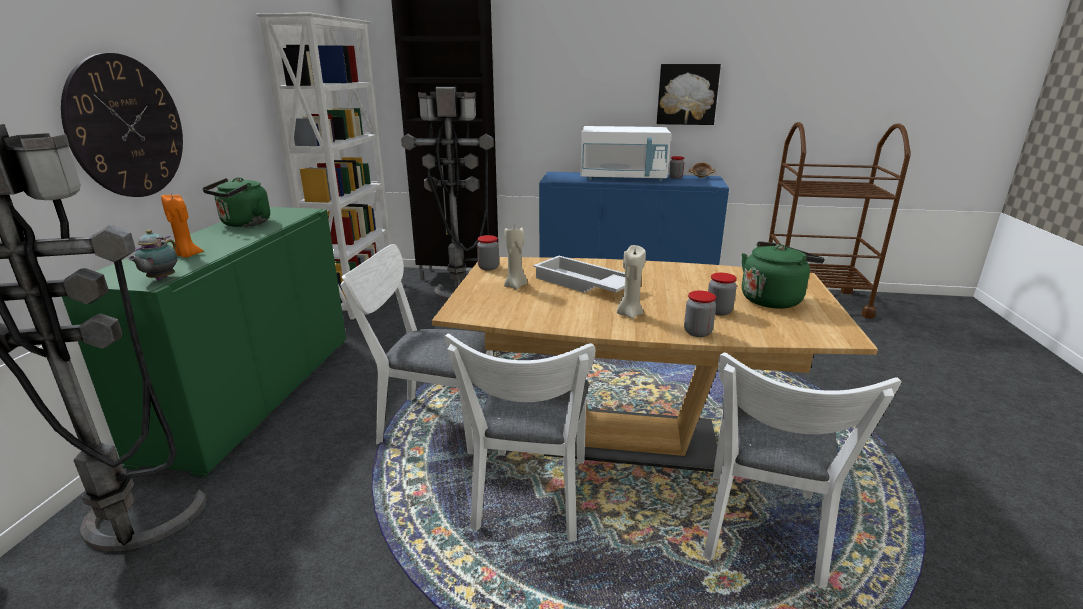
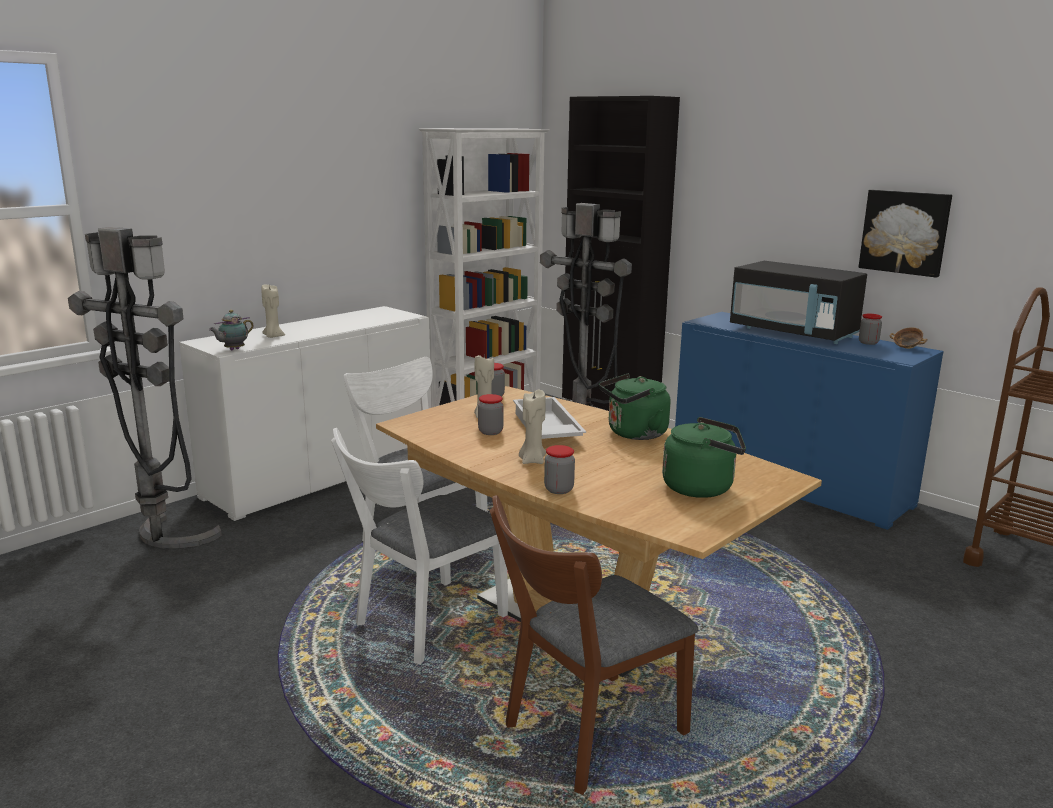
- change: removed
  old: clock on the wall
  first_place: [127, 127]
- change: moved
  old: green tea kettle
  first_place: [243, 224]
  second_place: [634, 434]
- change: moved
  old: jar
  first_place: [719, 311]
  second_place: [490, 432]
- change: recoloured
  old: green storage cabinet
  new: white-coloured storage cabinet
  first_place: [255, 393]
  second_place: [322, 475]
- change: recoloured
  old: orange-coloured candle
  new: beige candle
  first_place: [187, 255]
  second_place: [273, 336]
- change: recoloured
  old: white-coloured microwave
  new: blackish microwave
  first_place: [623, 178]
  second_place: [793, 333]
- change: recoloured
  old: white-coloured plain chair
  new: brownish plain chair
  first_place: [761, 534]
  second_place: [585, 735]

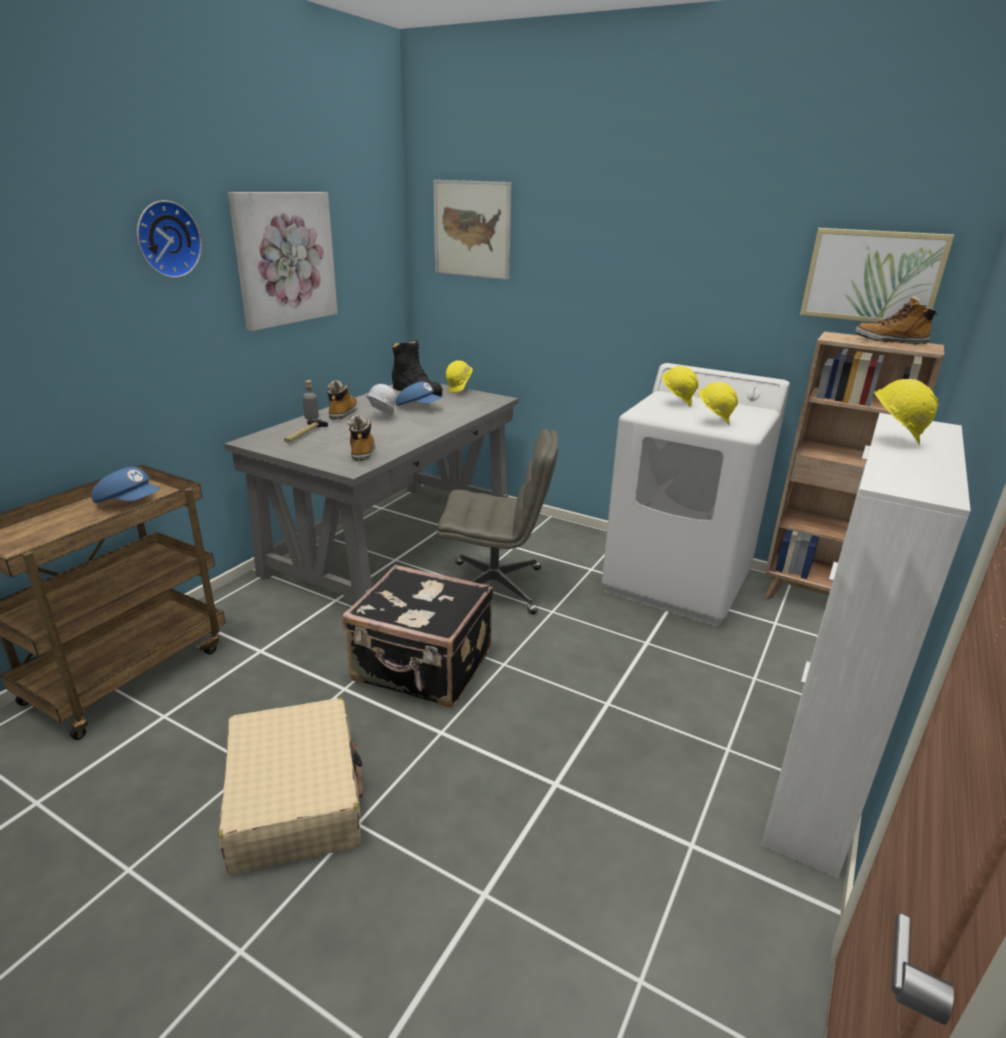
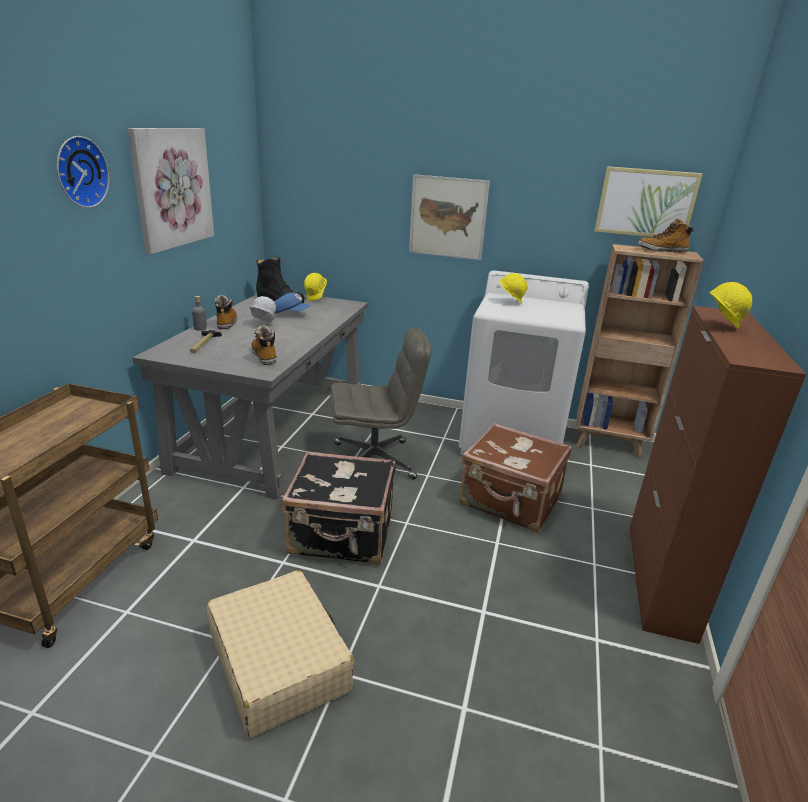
- change: removed
  old: blue peaked cap
  first_place: [129, 502]
- change: removed
  old: yellow work helmet
  first_place: [713, 422]
- change: added
  new: brownish piece of luggage
  second_place: [510, 502]
- change: moved
  old: picture
  first_place: [472, 229]
  second_place: [448, 217]
- change: recoloured
  old: white-coloured storage cabinet
  new: brownish storage cabinet
  first_place: [814, 783]
  second_place: [659, 579]

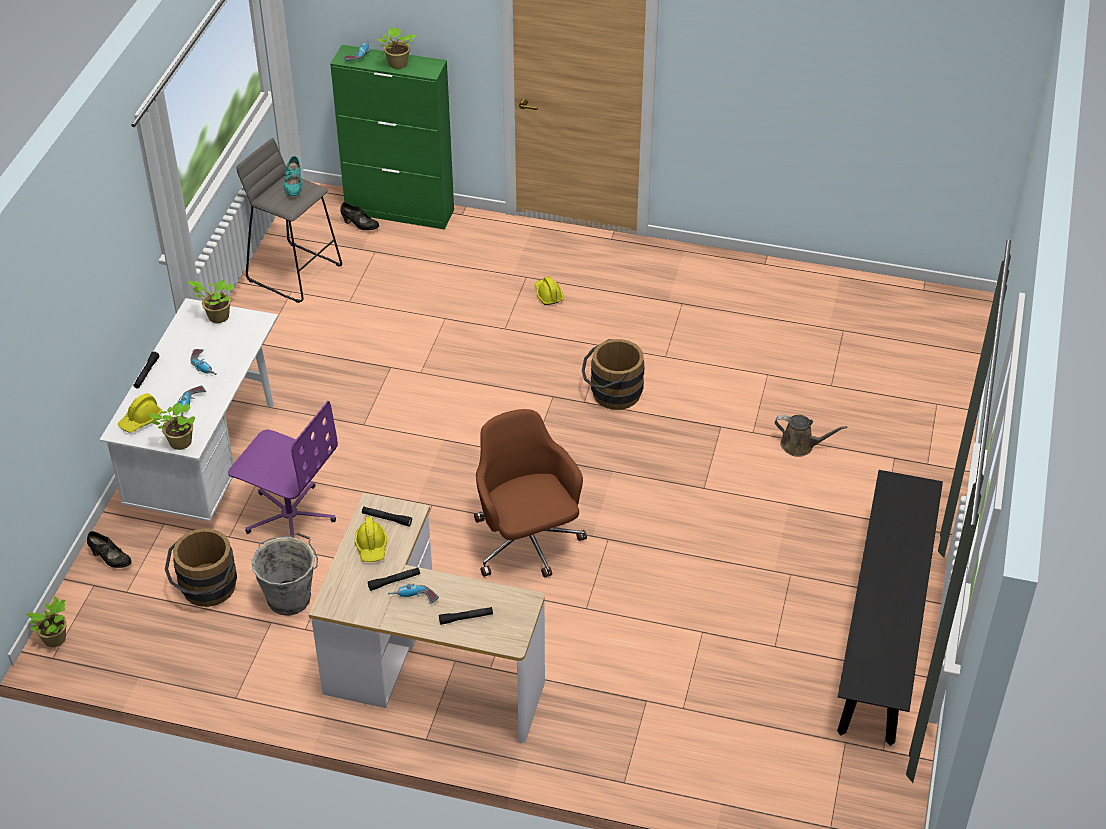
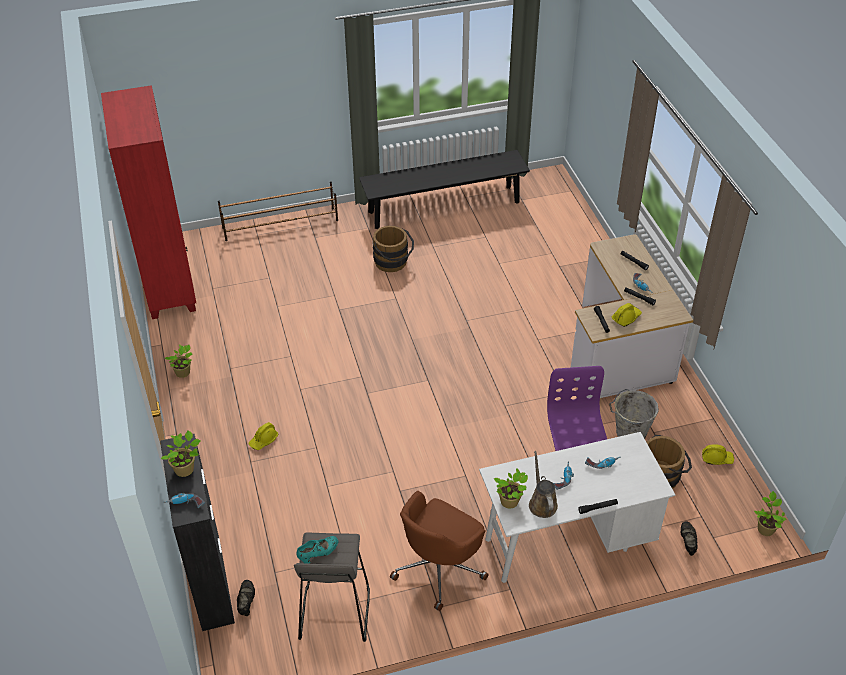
- change: added
  new: reddish bookshelf
  second_place: [170, 285]
- change: added
  new: brownish shoe rack
  second_place: [281, 224]
- change: moved
  old: yellow work helmet
  first_place: [140, 420]
  second_place: [716, 458]
- change: moved
  old: plant in a pot
  first_place: [179, 443]
  second_place: [184, 373]
- change: moved
  old: brownish computer chair
  first_place: [527, 543]
  second_place: [439, 568]
- change: moved
  old: brownish pail
  first_place: [611, 393]
  second_place: [393, 263]
- change: moved
  old: brownish watering can
  first_place: [800, 445]
  second_place: [542, 503]
- change: recoloured
  old: green storage cabinet
  new: blackish storage cabinet
  first_place: [400, 211]
  second_place: [211, 583]

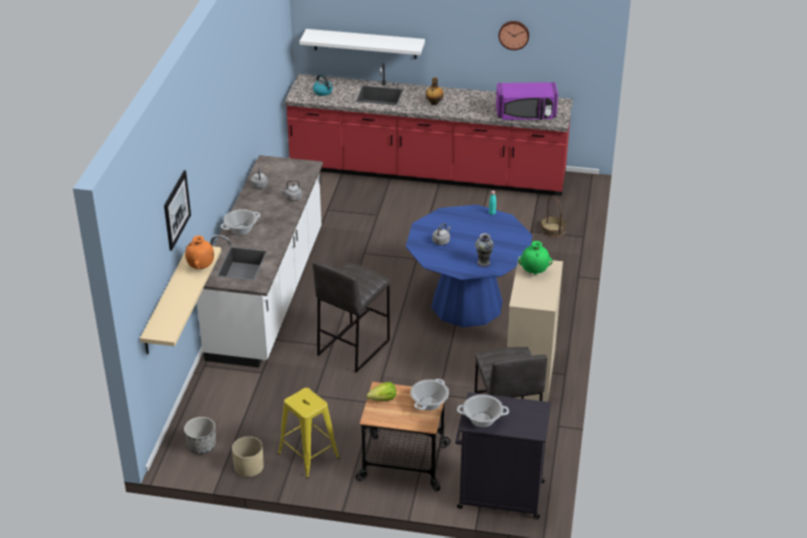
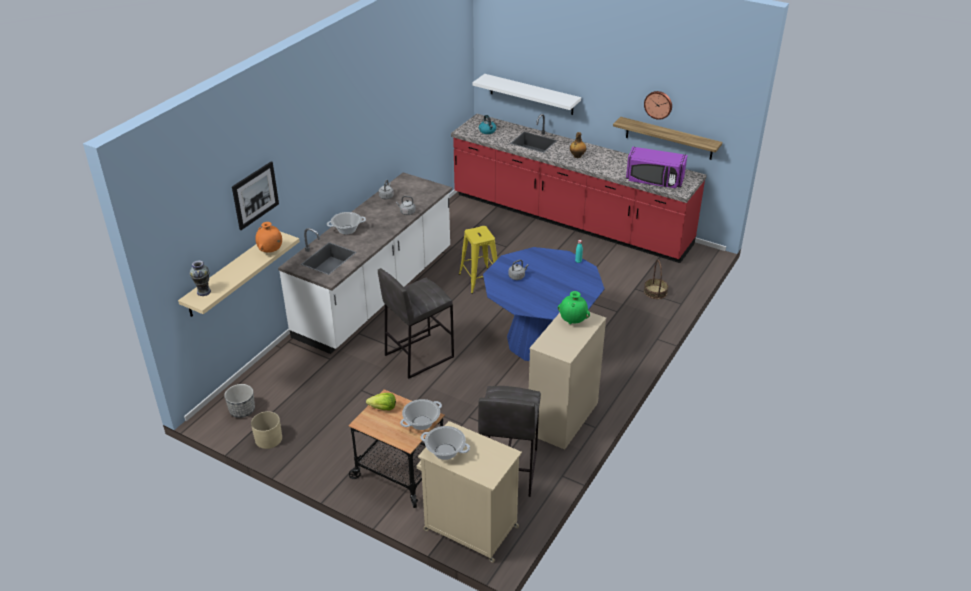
- change: added
  new: bracket shelf
  second_place: [669, 138]
- change: moved
  old: yellow stool seat
  first_place: [308, 455]
  second_place: [479, 280]
- change: moved
  old: decorative vase
  first_place: [483, 263]
  second_place: [204, 291]
- change: recoloured
  old: blackish storage cabinet
  new: beige storage cabinet
  first_place: [498, 495]
  second_place: [469, 528]

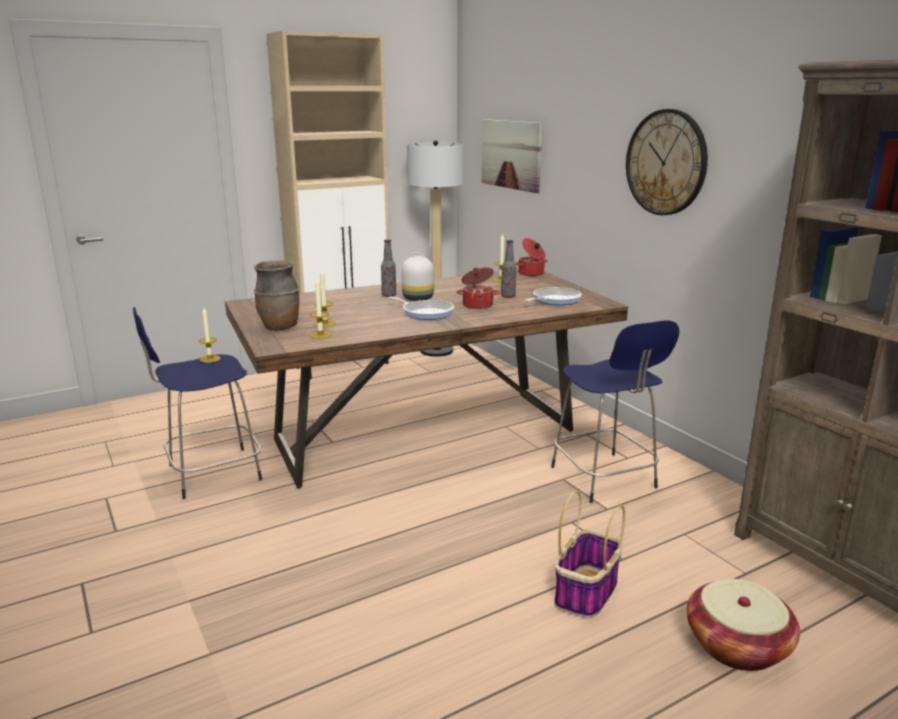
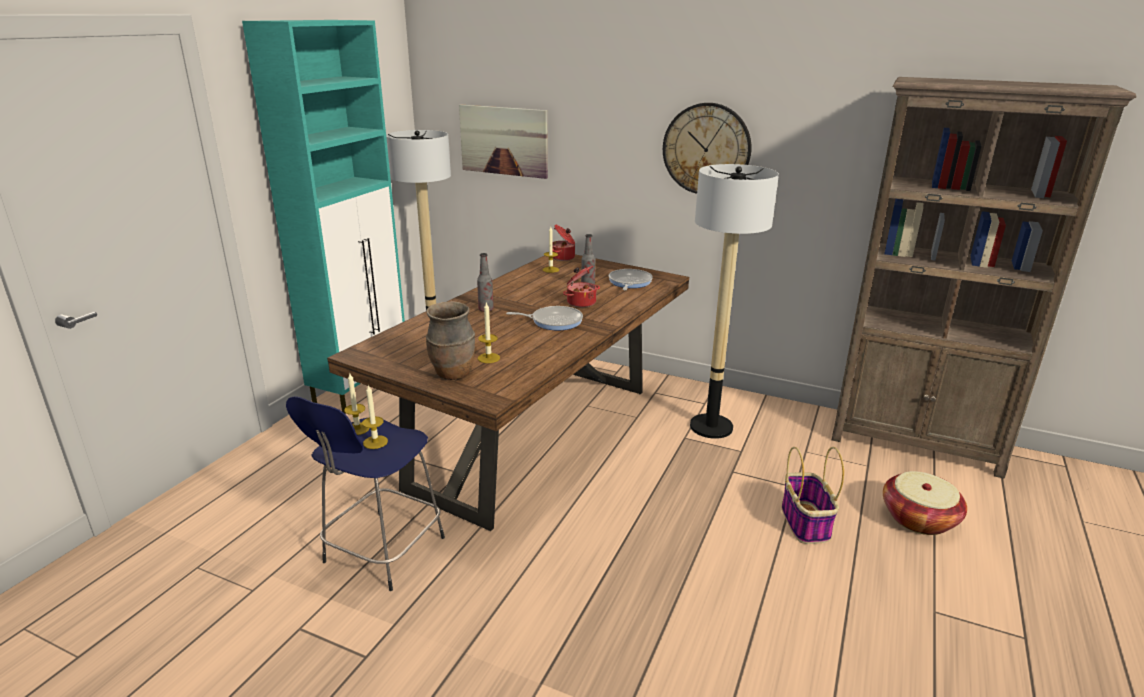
- change: removed
  old: white-coloured decorative vase
  first_place: [417, 299]
- change: moved
  old: candle
  first_place: [320, 335]
  second_place: [375, 442]
- change: replaced
  old: blue stool seat
  new: standard lamp
  first_place: [605, 479]
  second_place: [711, 427]
- change: recoloured
  old: beige storage cabinet
  new: blue-green storage cabinet
  first_place: [344, 365]
  second_place: [362, 388]

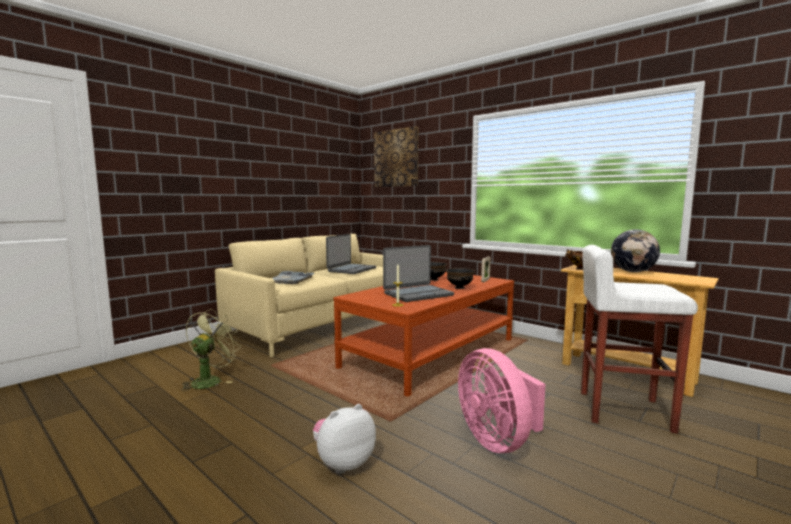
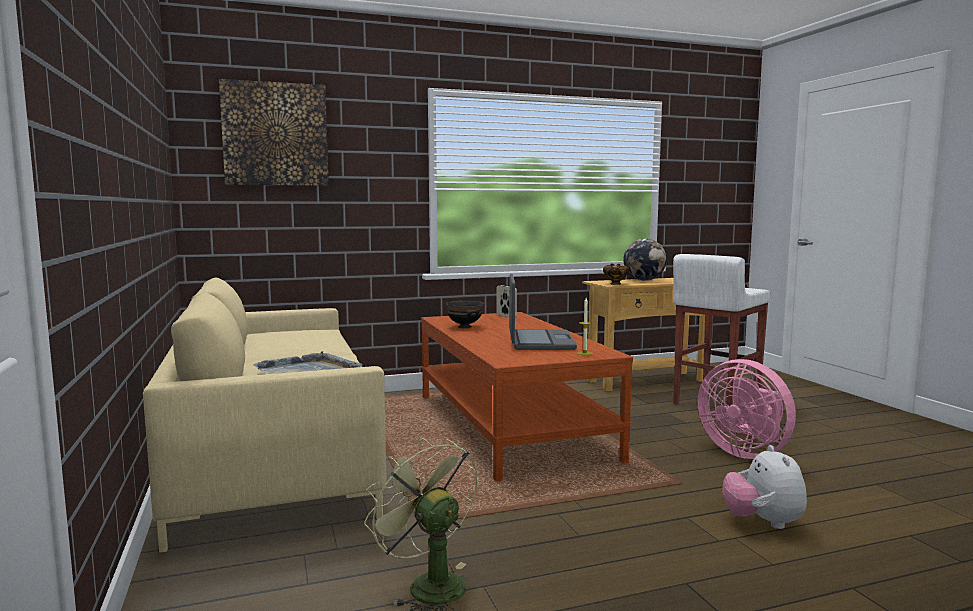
- change: removed
  old: laptop
  first_place: [351, 269]
- change: removed
  old: blackish deep dish
  first_place: [460, 288]
- change: turned
  old: pink fan
  first_place: [498, 440]
  second_place: [745, 452]
  degrees: 45

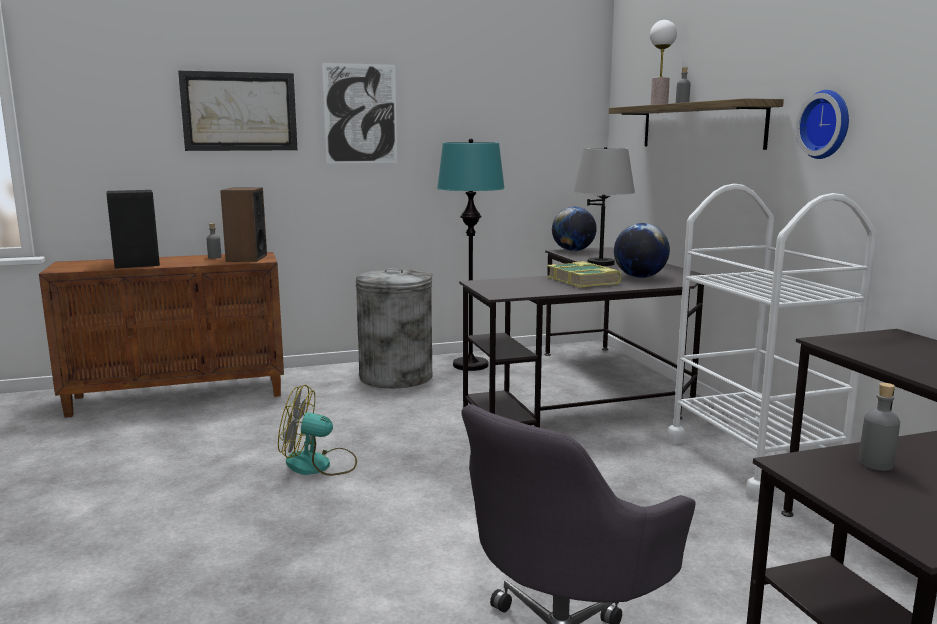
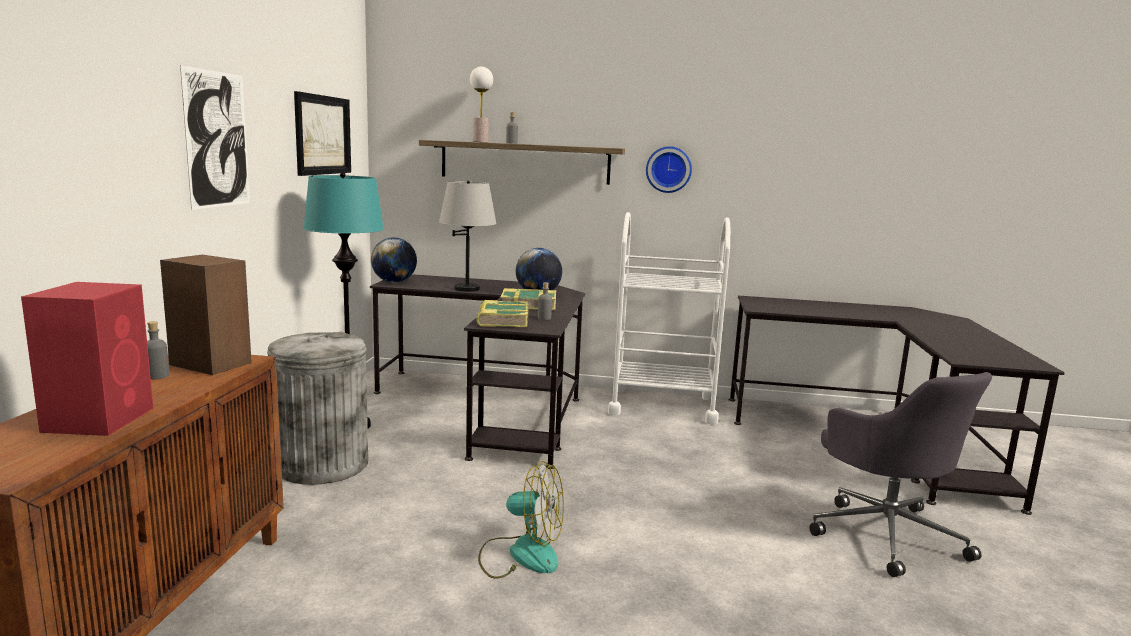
- change: added
  new: volume
  second_place: [502, 320]
- change: moved
  old: picture
  first_place: [239, 111]
  second_place: [322, 135]
- change: moved
  old: greyish beverage bottle
  first_place: [875, 464]
  second_place: [544, 318]
- change: recoloured
  old: blackish loudspeaker
  new: reddish loudspeaker
  first_place: [138, 264]
  second_place: [100, 419]
- change: turned
  old: fan
  first_place: [319, 465]
  second_place: [521, 554]
  degrees: -105

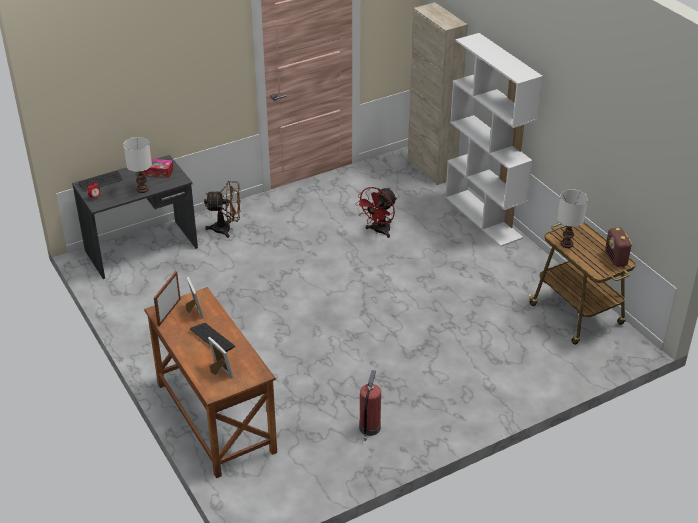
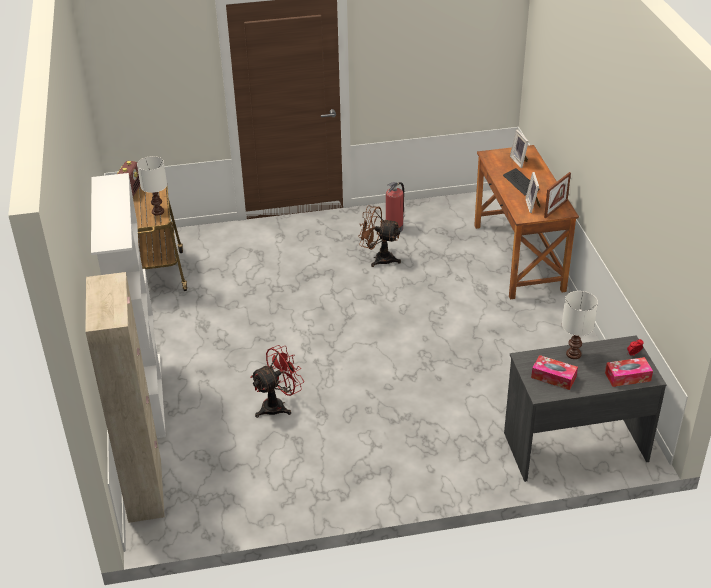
- change: moved
  old: brownish fan
  first_place: [227, 229]
  second_place: [379, 258]
- change: replaced
  old: PC keyboard
  new: box of tissues
  first_place: [100, 182]
  second_place: [627, 377]

